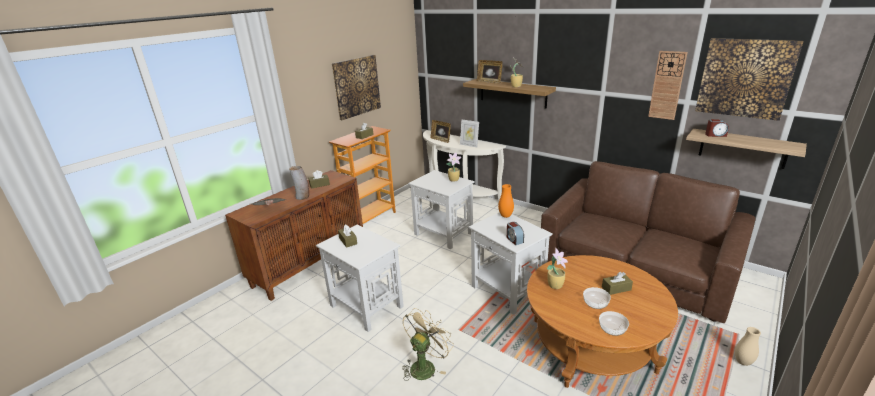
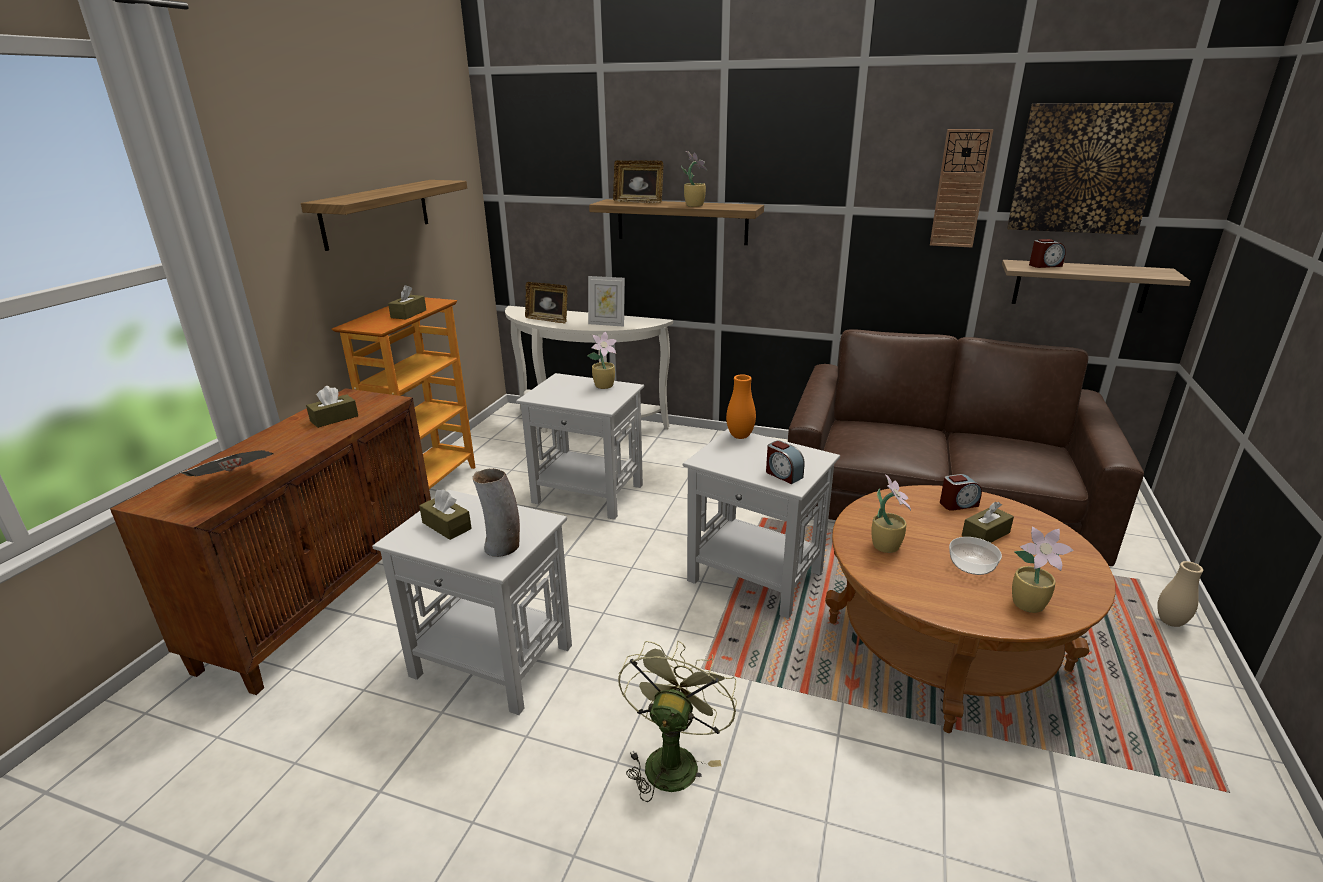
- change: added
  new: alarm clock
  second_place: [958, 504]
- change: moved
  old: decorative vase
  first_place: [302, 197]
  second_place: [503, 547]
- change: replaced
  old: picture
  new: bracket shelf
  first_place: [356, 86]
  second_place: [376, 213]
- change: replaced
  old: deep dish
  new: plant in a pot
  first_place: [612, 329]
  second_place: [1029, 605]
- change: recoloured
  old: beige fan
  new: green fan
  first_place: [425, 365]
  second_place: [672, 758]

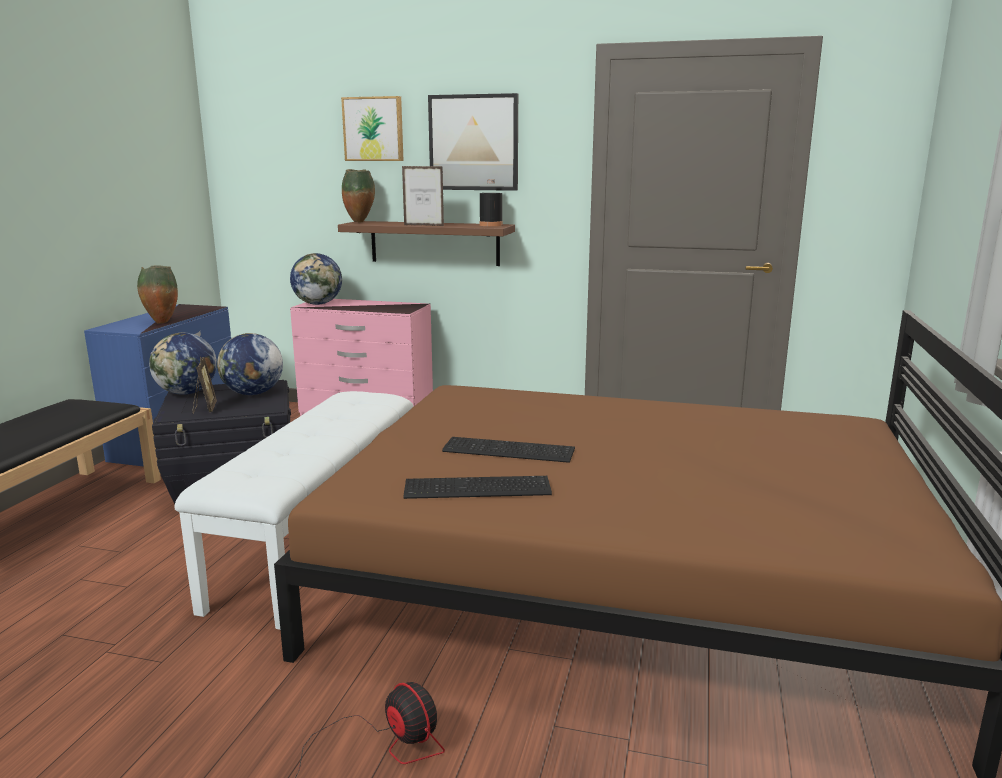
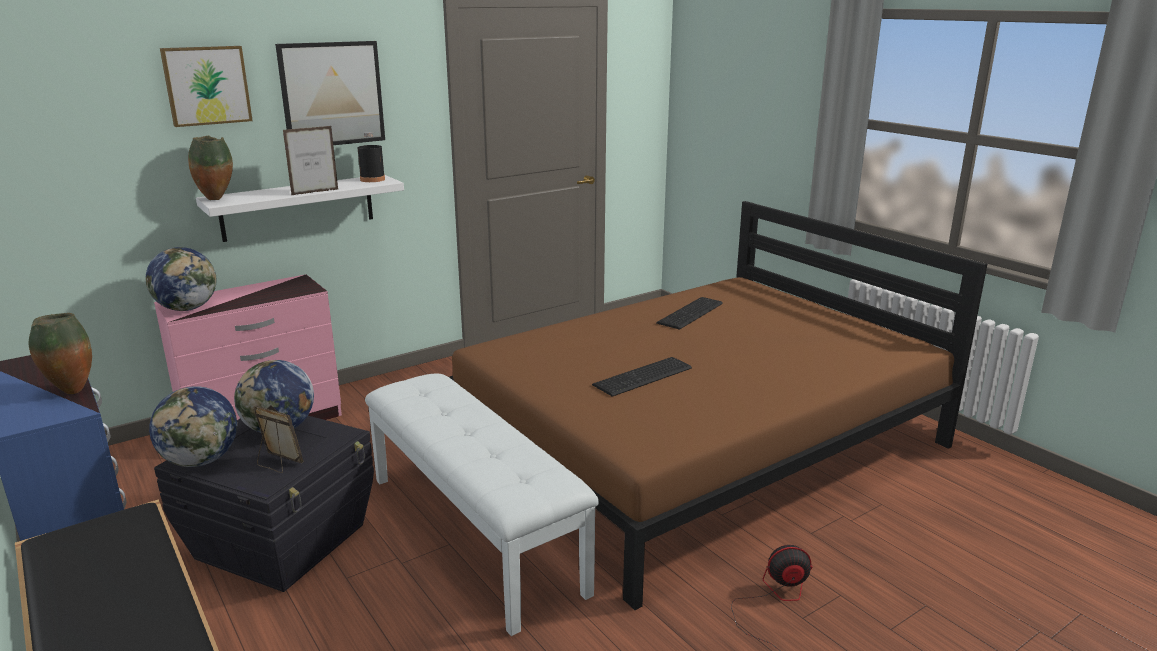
- change: moved
  old: PC keyboard
  first_place: [479, 488]
  second_place: [692, 313]
- change: recoloured
  old: brownish bracket shelf
  new: white-coloured bracket shelf
  first_place: [434, 243]
  second_place: [298, 207]

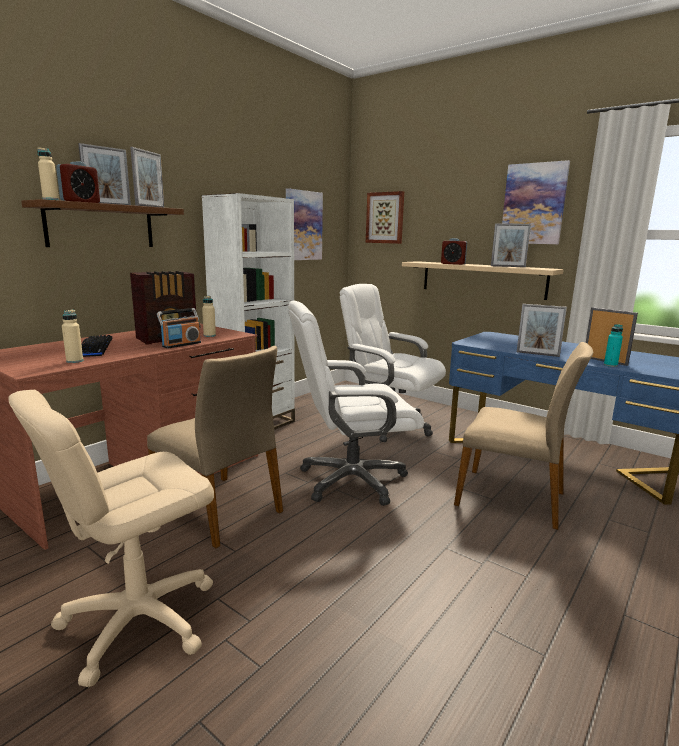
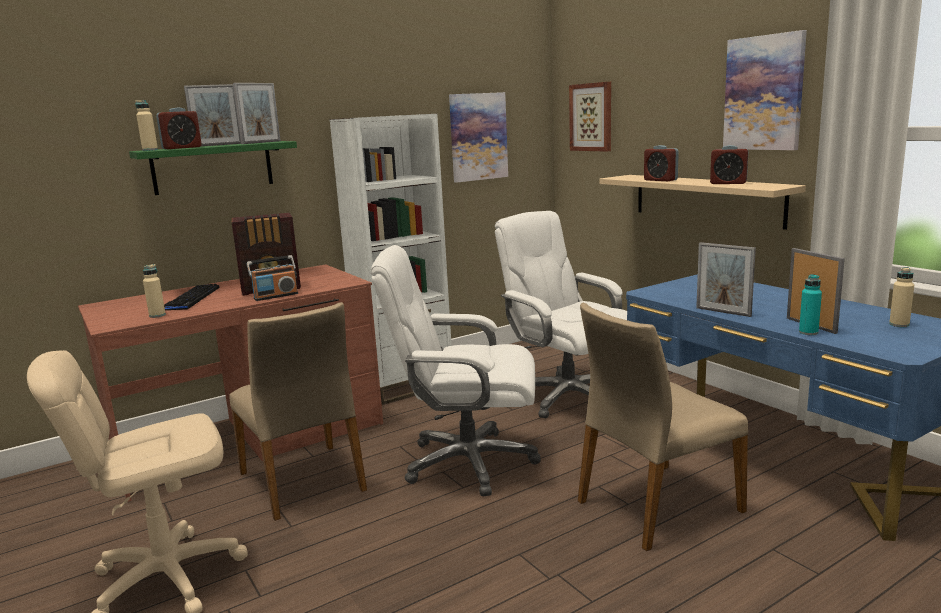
- change: moved
  old: beige beverage bottle
  first_place: [209, 335]
  second_place: [899, 324]
- change: replaced
  old: photo frame
  new: alarm clock
  first_place: [508, 266]
  second_place: [728, 183]
- change: recoloured
  old: brownish bracket shelf
  new: green bracket shelf
  first_place: [101, 226]
  second_place: [213, 167]
- change: turned
  old: beige plain chair
  first_place: [512, 498]
  second_place: [656, 505]
  degrees: 105

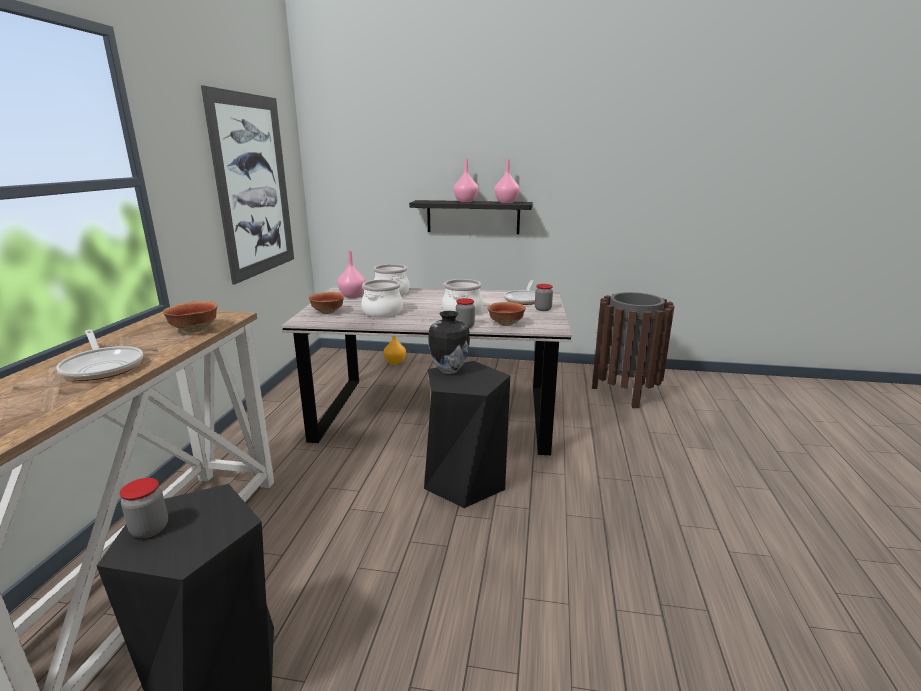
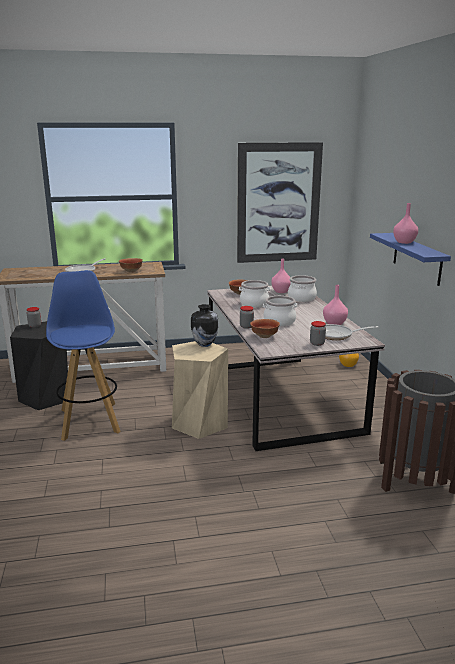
- change: added
  new: blue stool seat
  second_place: [90, 420]
- change: moved
  old: pink decorative vase
  first_place: [506, 202]
  second_place: [335, 323]
- change: recoloured
  old: blackish bracket shelf
  new: blue bracket shelf
  first_place: [473, 217]
  second_place: [417, 258]
- change: recoloured
  old: blackish stool seat
  new: beige stool seat
  first_place: [464, 481]
  second_place: [199, 423]

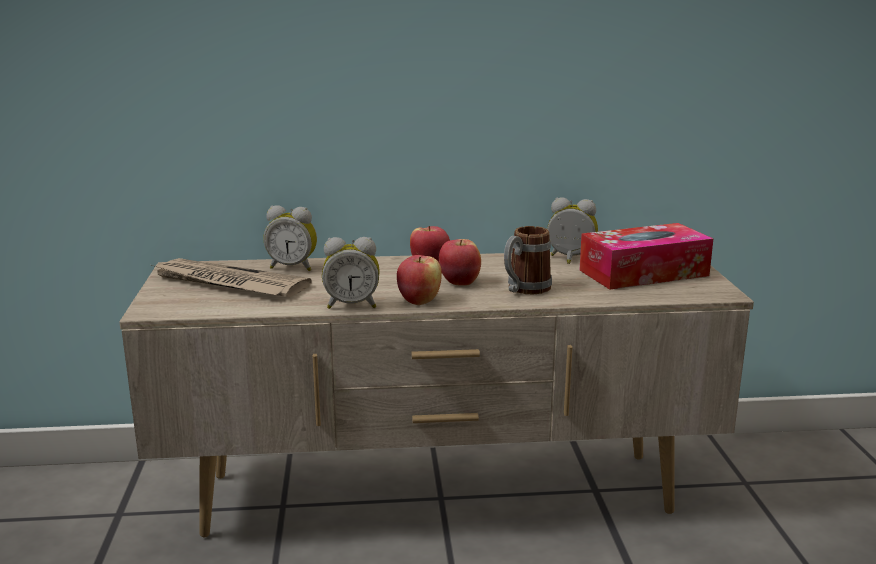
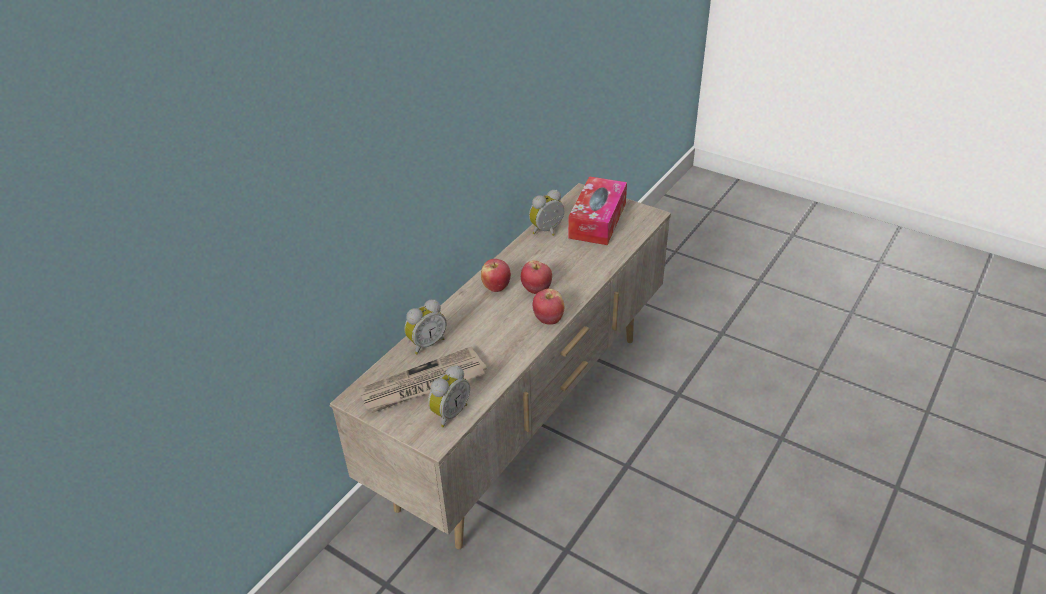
- change: removed
  old: mug
  first_place: [524, 290]
- change: moved
  old: alarm clock
  first_place: [352, 305]
  second_place: [449, 413]

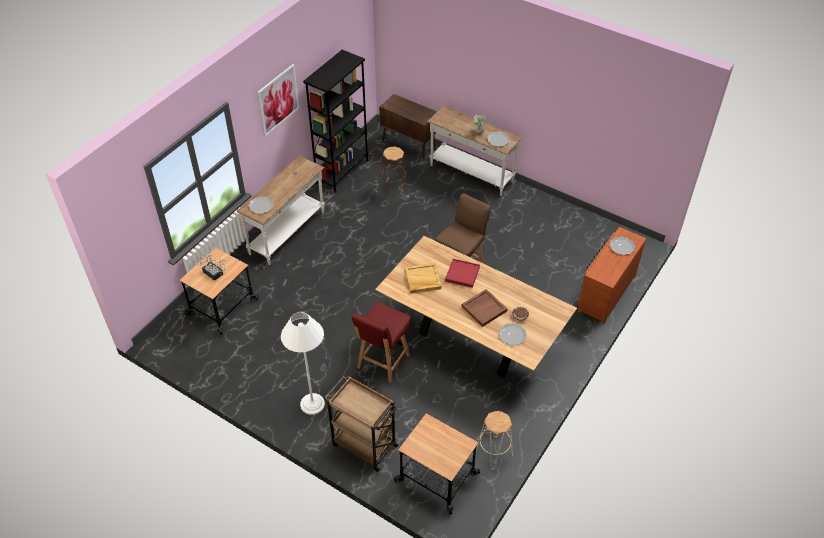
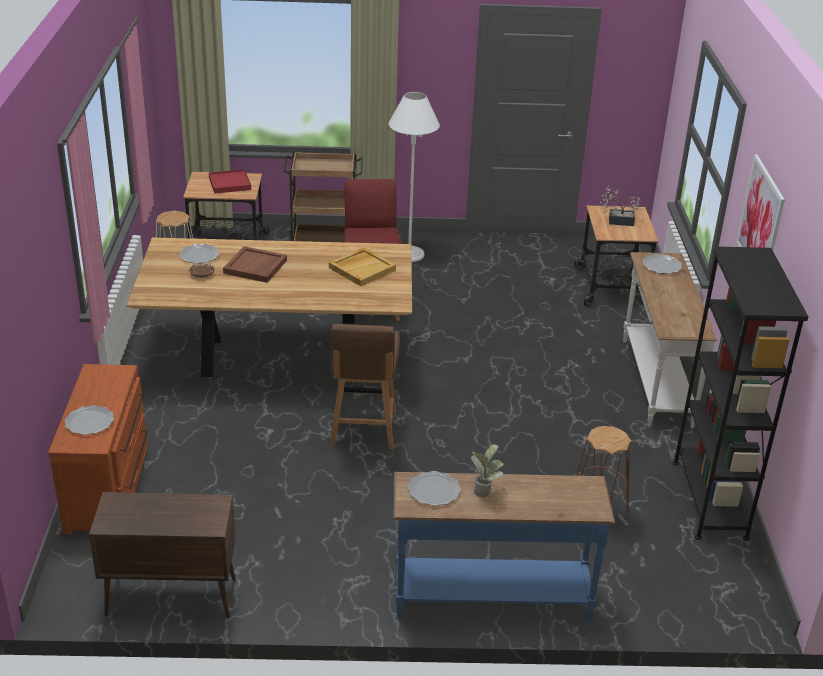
- change: moved
  old: brownish storage cabinet
  first_place: [409, 146]
  second_place: [170, 597]
- change: moved
  old: reddish tray
  first_place: [462, 274]
  second_place: [230, 183]
- change: recoloured
  old: white-coloured console table
  new: blue console table
  first_place: [471, 174]
  second_place: [492, 597]

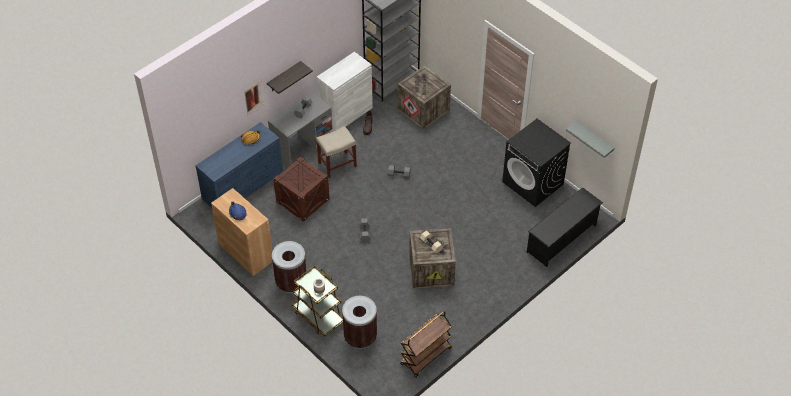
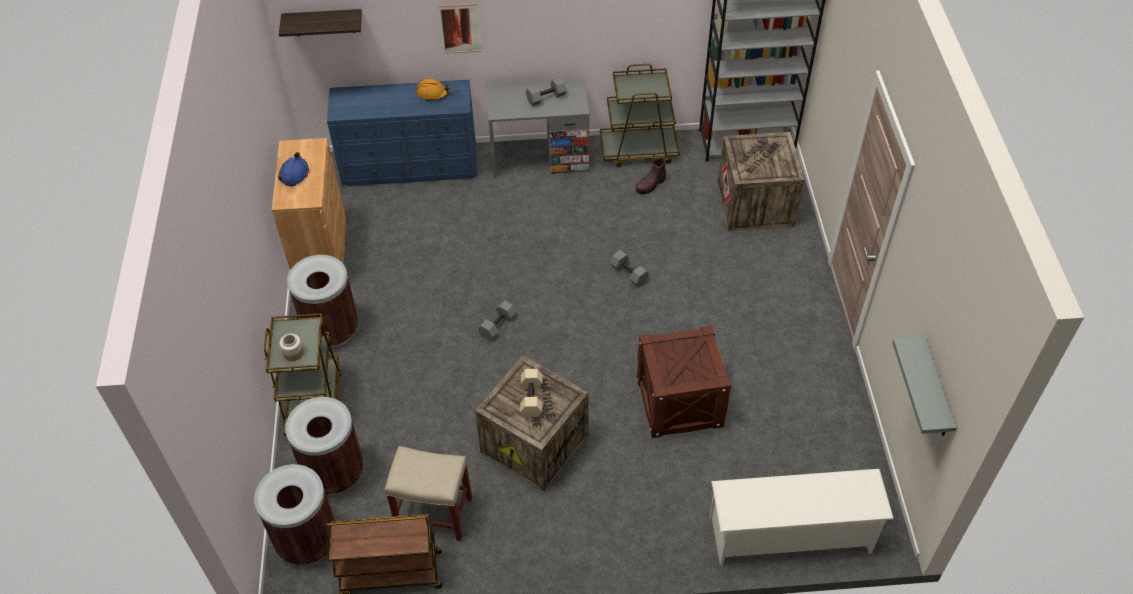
- change: removed
  old: blackish washing machine
  first_place: [533, 183]
- change: added
  new: brownish rubbish bin
  second_place: [307, 541]
- change: moved
  old: bracket shelf
  first_place: [284, 77]
  second_place: [323, 22]
- change: moved
  old: packing crate
  first_place: [302, 201]
  second_place: [679, 402]
- change: moved
  old: beige stool seat
  first_place: [337, 165]
  second_place: [433, 513]
- change: replaced
  old: white-coloured storage cabinet
  new: brownish wheeled cart
  first_place: [346, 114]
  second_place: [639, 150]
- change: recoloured
  old: blackish shoe rack
  new: white-coloured shoe rack
  first_place: [562, 239]
  second_place: [790, 535]

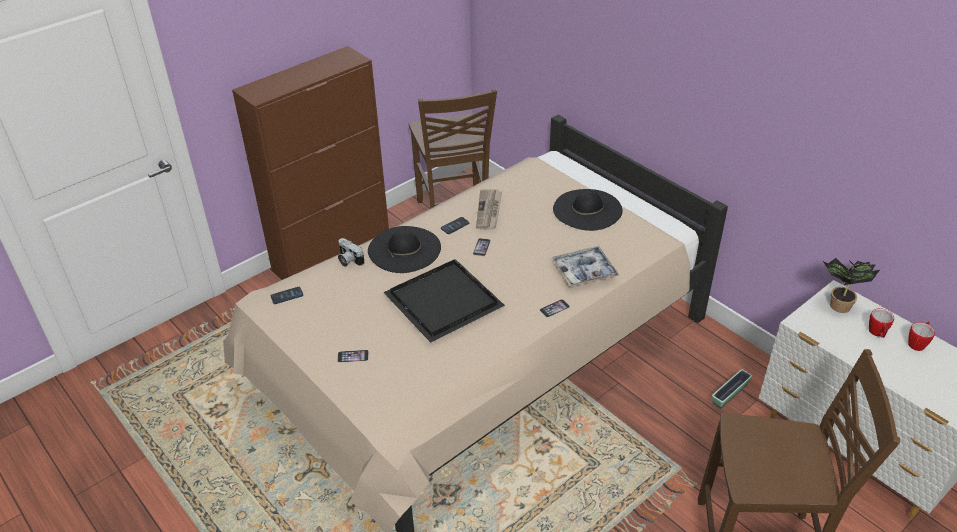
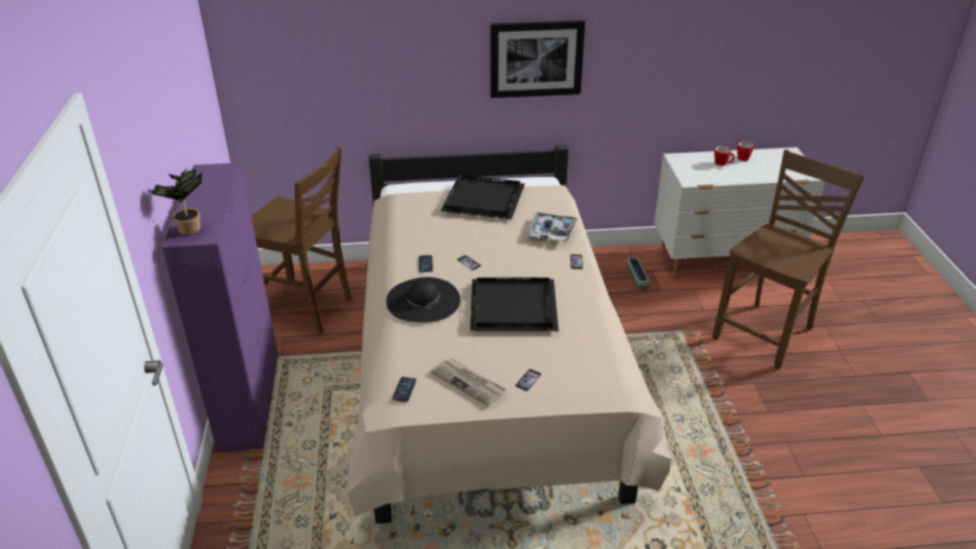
- change: removed
  old: photo camera
  first_place: [348, 260]
- change: added
  new: picture
  second_place: [536, 58]
- change: moved
  old: newspaper
  first_place: [489, 211]
  second_place: [469, 383]
- change: moved
  old: plant in a pot
  first_place: [837, 307]
  second_place: [187, 230]
- change: replaced
  old: blackish hat
  new: blackish tray
  first_place: [587, 209]
  second_place: [484, 201]
- change: recoloured
  old: brownish storage cabinet
  new: purplish storage cabinet
  first_place: [332, 253]
  second_place: [250, 399]

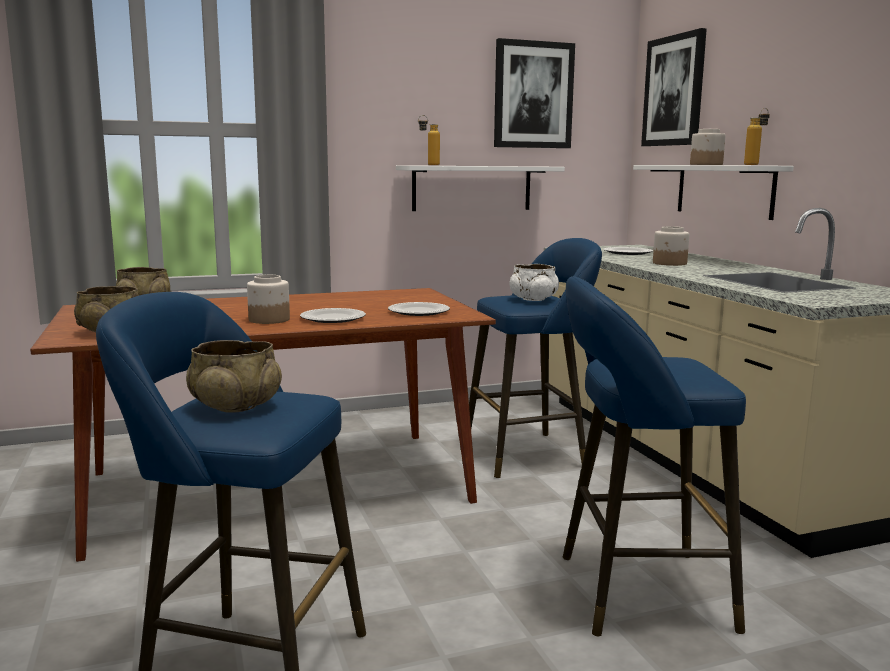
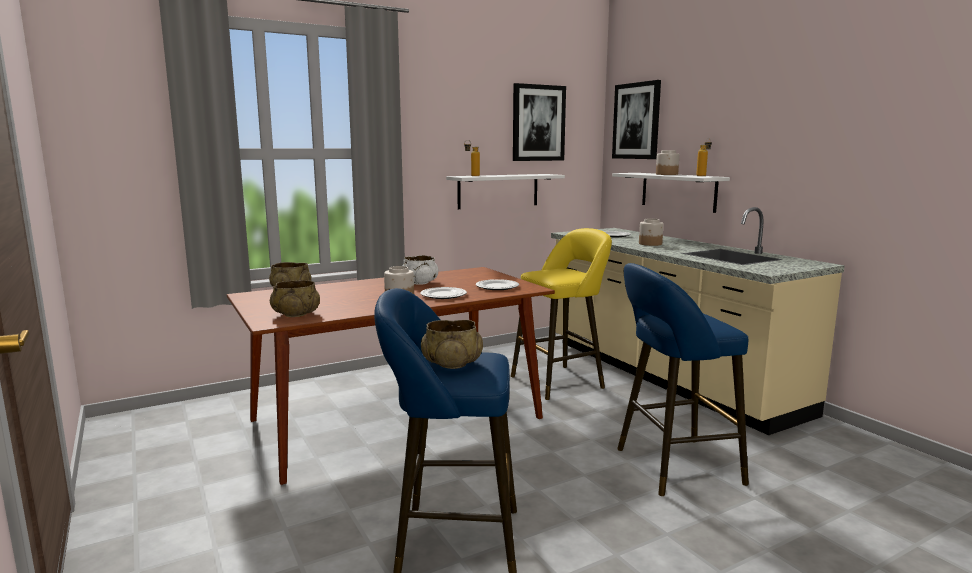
- change: moved
  old: white-coloured deep dish
  first_place: [533, 299]
  second_place: [419, 283]
- change: recoloured
  old: blue stool seat
  new: yellow stool seat
  first_place: [530, 453]
  second_place: [561, 381]

